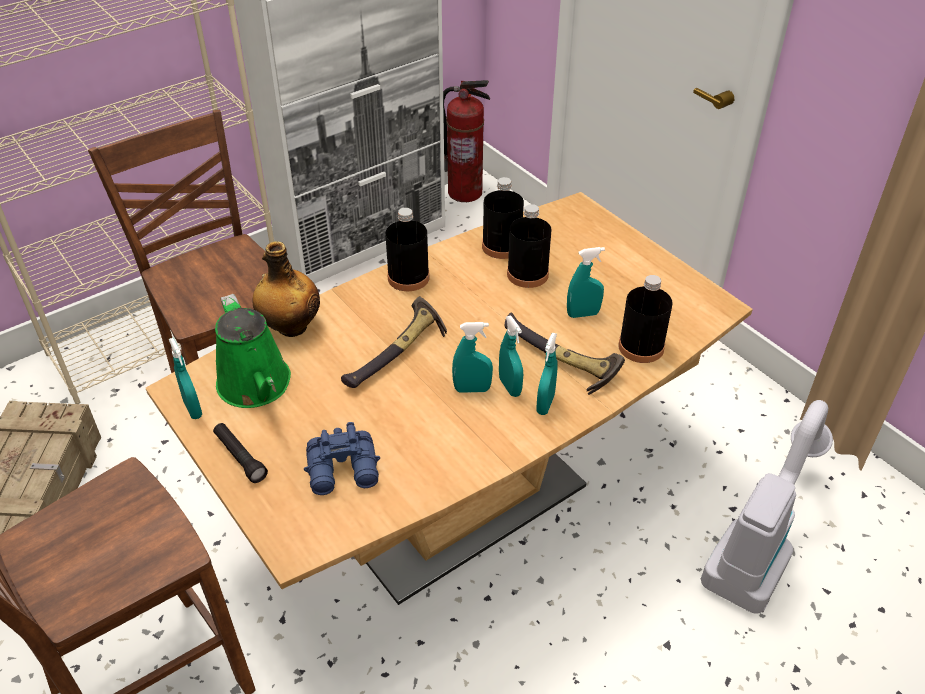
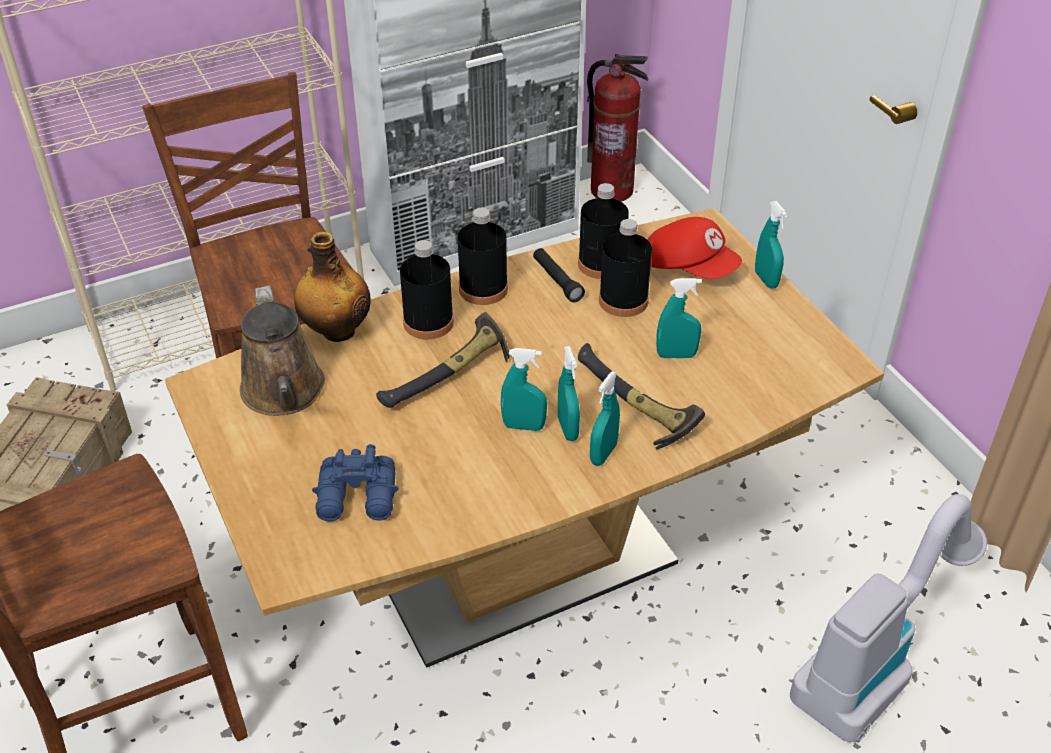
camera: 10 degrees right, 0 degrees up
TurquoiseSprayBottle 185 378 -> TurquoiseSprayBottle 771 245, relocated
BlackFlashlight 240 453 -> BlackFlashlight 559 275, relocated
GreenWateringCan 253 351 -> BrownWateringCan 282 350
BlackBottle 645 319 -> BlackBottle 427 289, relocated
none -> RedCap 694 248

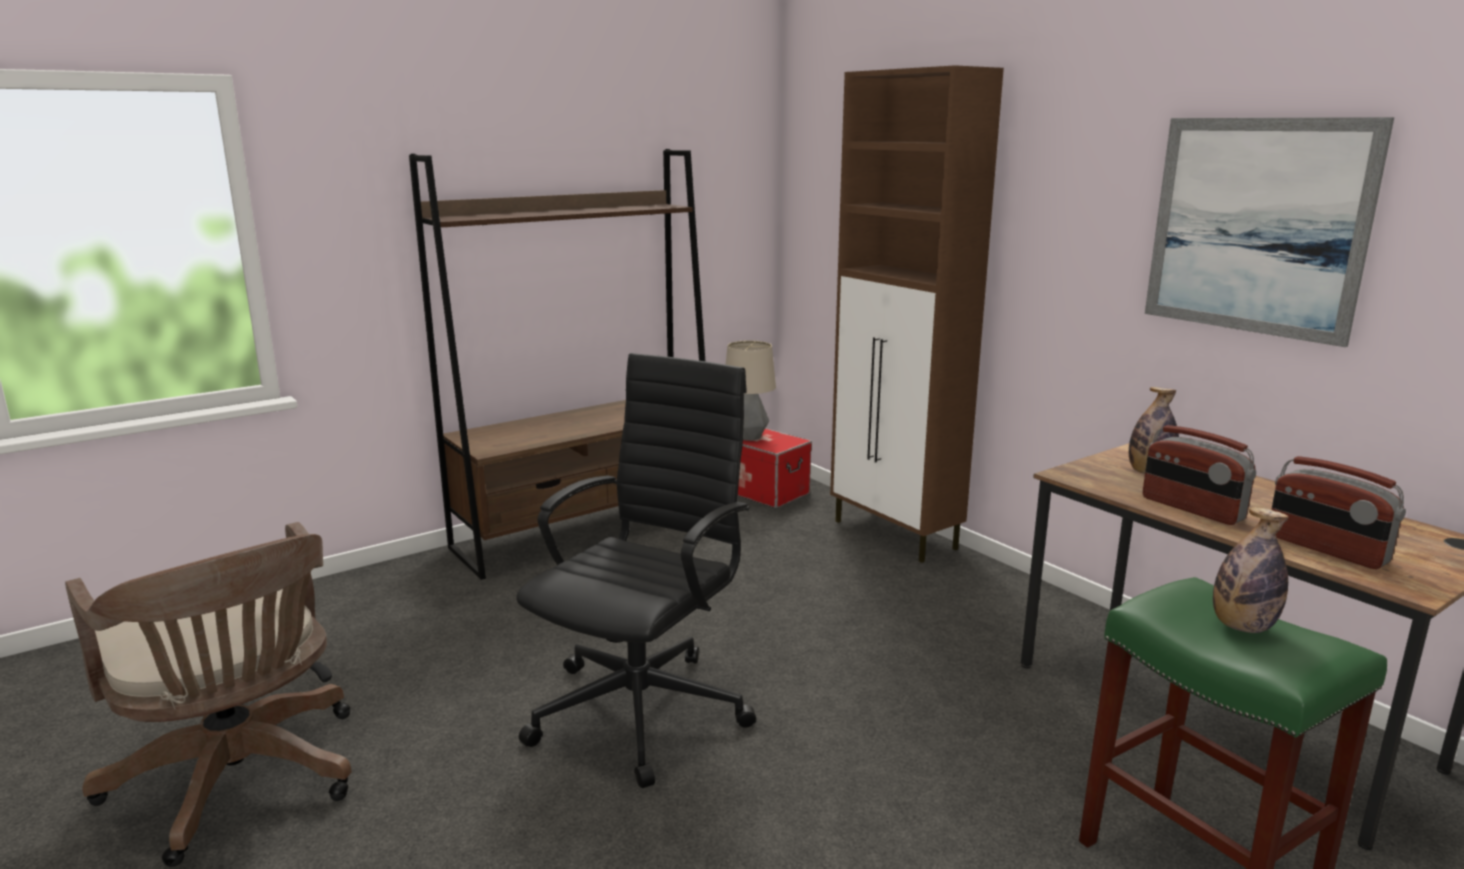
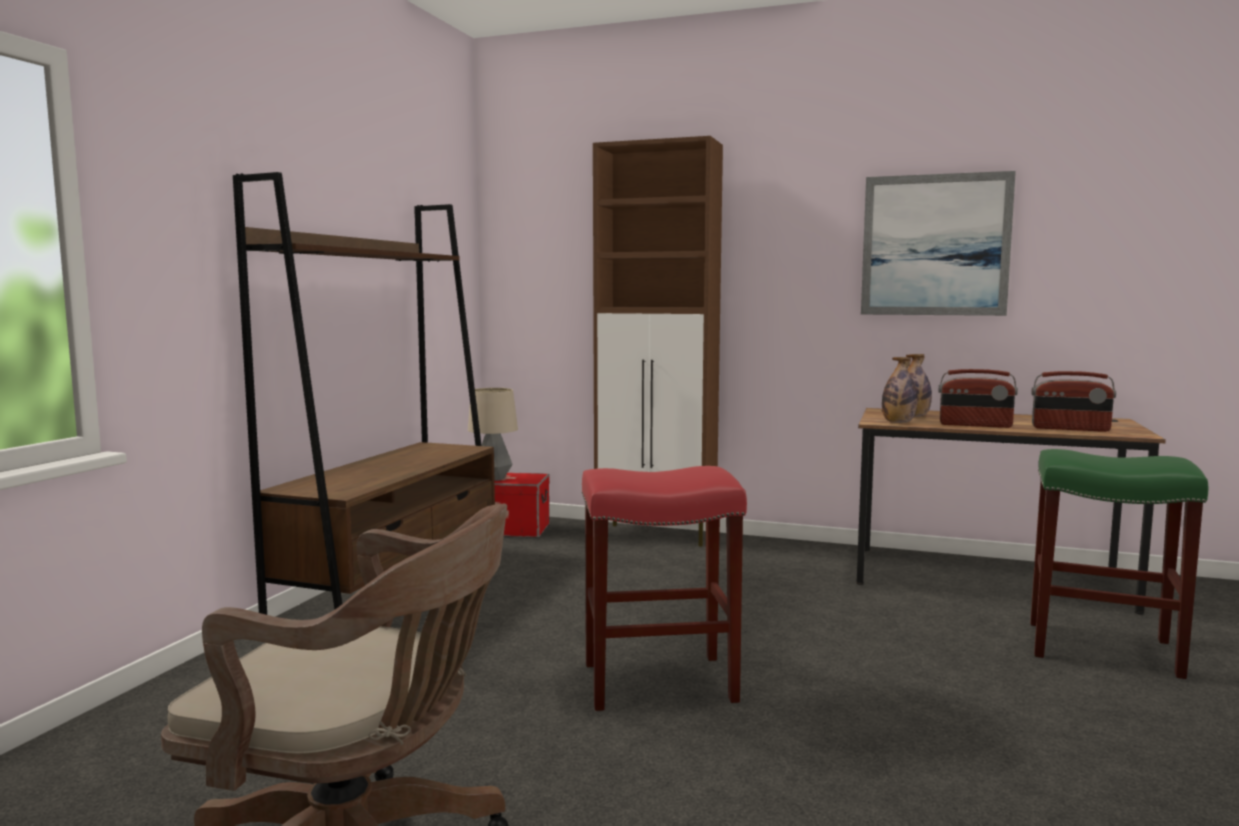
camera: 35 degrees left, 10 degrees down
BlackOfficeChair 636 570 -> RedStool 664 588
Bottle 1250 570 -> Bottle 900 390, relocated

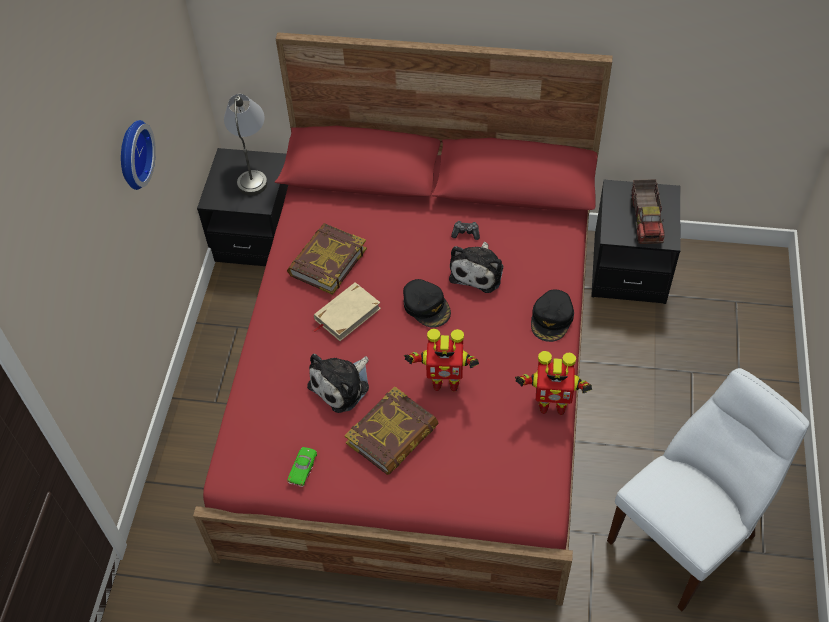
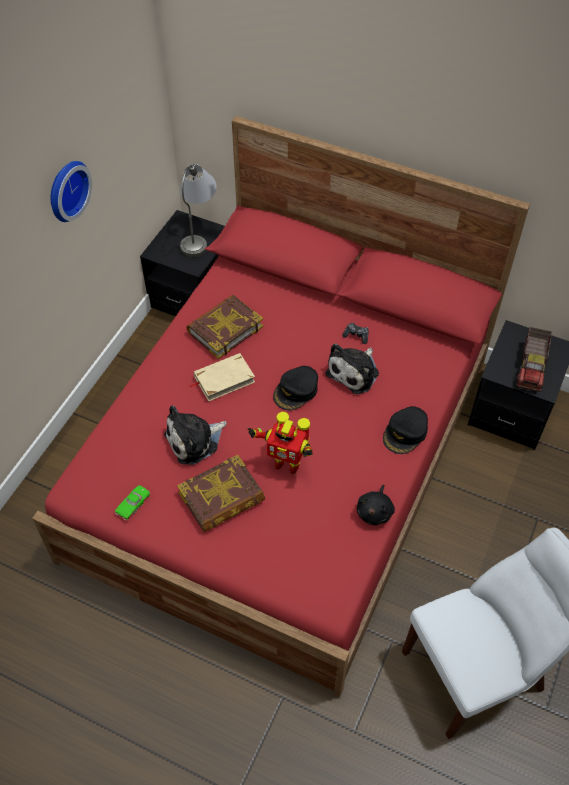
camera: 15 degrees right, 0 degrees up
BlackCap 427 303 -> BlackCap 295 388, 60 degrees clockwise
ToyRobot 553 383 -> BlackPlushToy 376 505

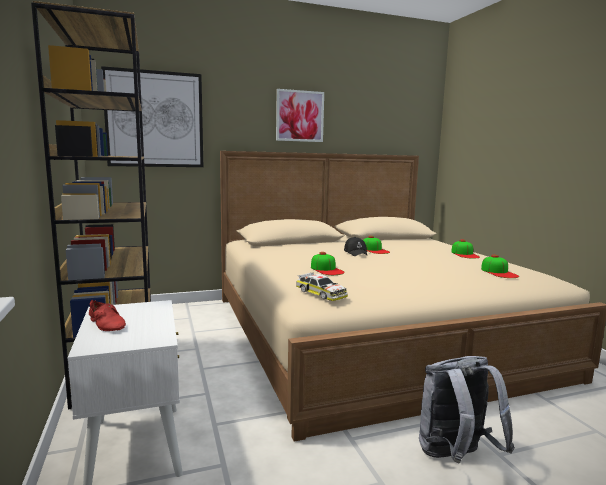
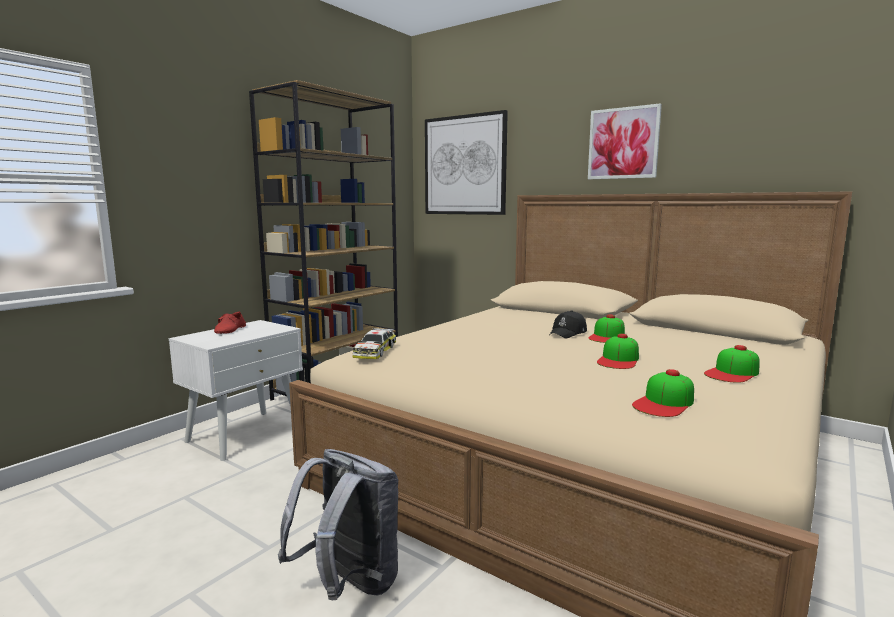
camera: 55 degrees right, 0 degrees up
Cap 328 263 -> Cap 618 351, relocated

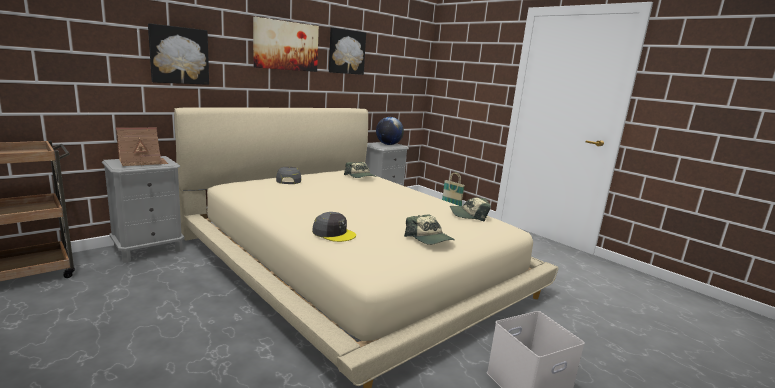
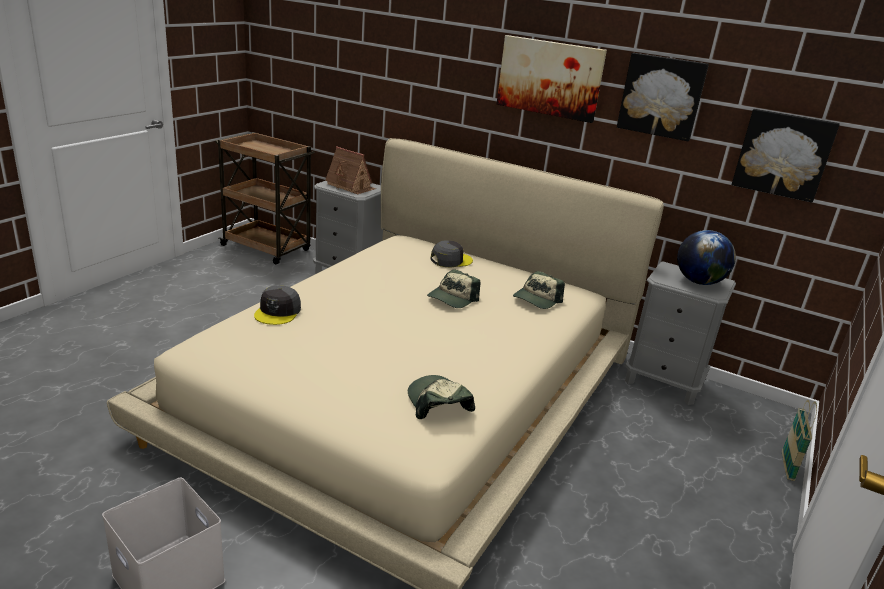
camera: 70 degrees right, 10 degrees up
Picture 178 54 -> Picture 786 155, relocated
Cap 429 229 -> Cap 453 288, relocated

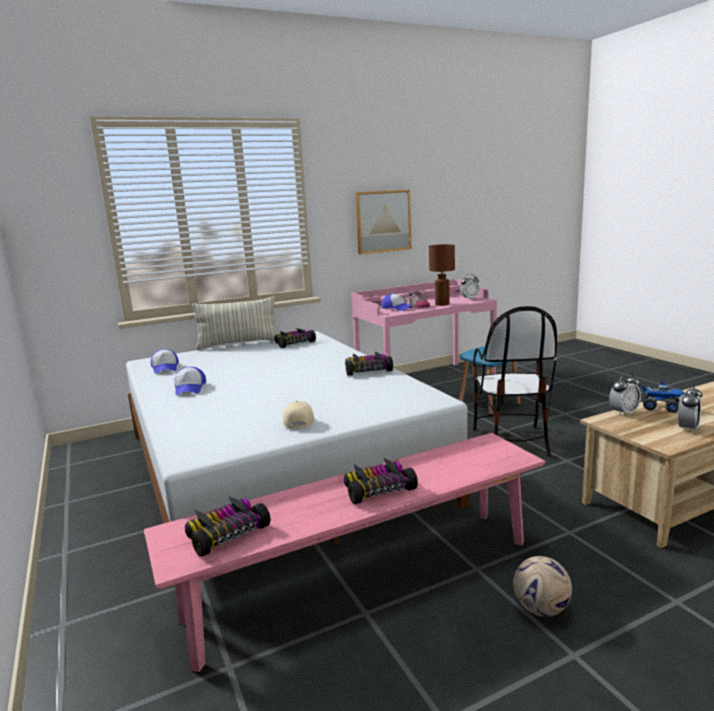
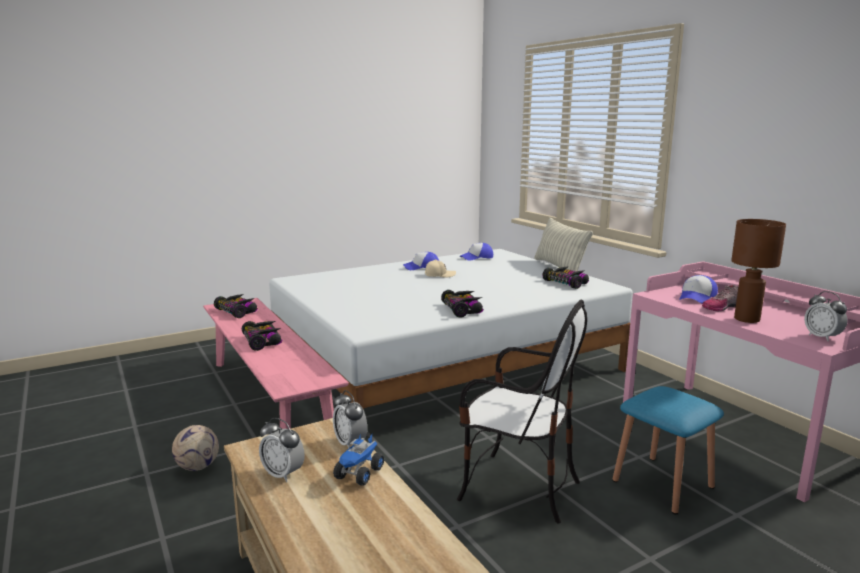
camera: 85 degrees right, 0 degrees up
BeigeCap 298 414 -> BeigeCap 440 268, relocated
Picture 383 222 -> none
Chair 514 381 -> Chair 522 411, 150 degrees counterclockwise

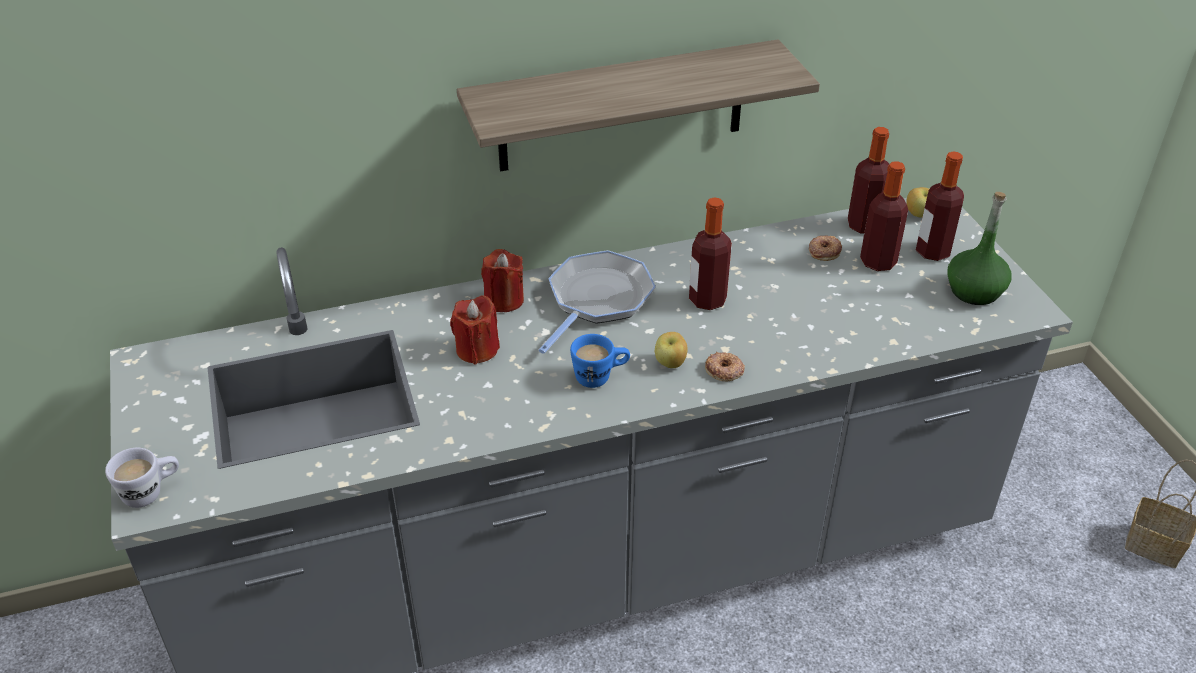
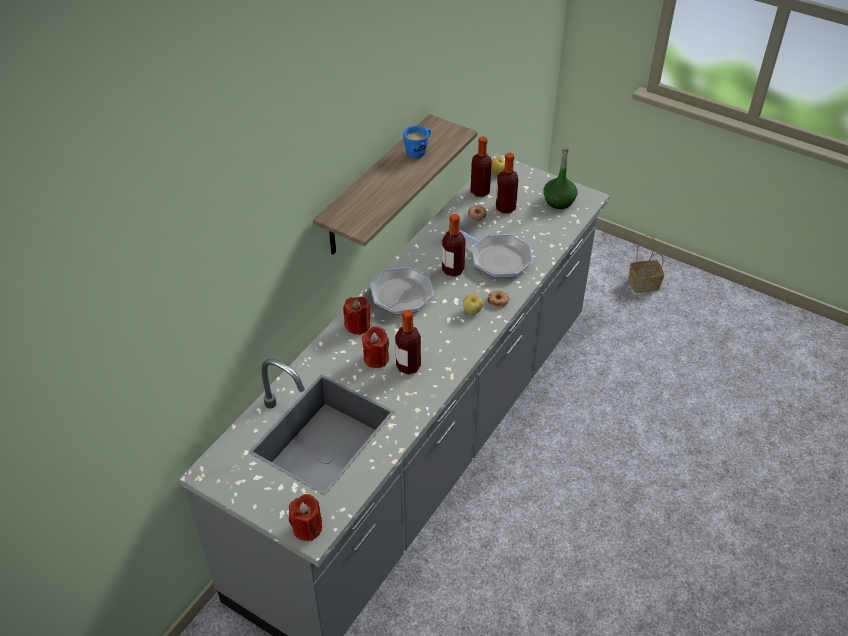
camera: 40 degrees left, 5 degrees up
WhiteMug 142 478 -> RedCandle 305 517
BlueMug 600 361 -> BlueMug 417 142, relocated
Bottle 940 206 -> Bottle 408 342, relocated
none -> FryingPan 496 253

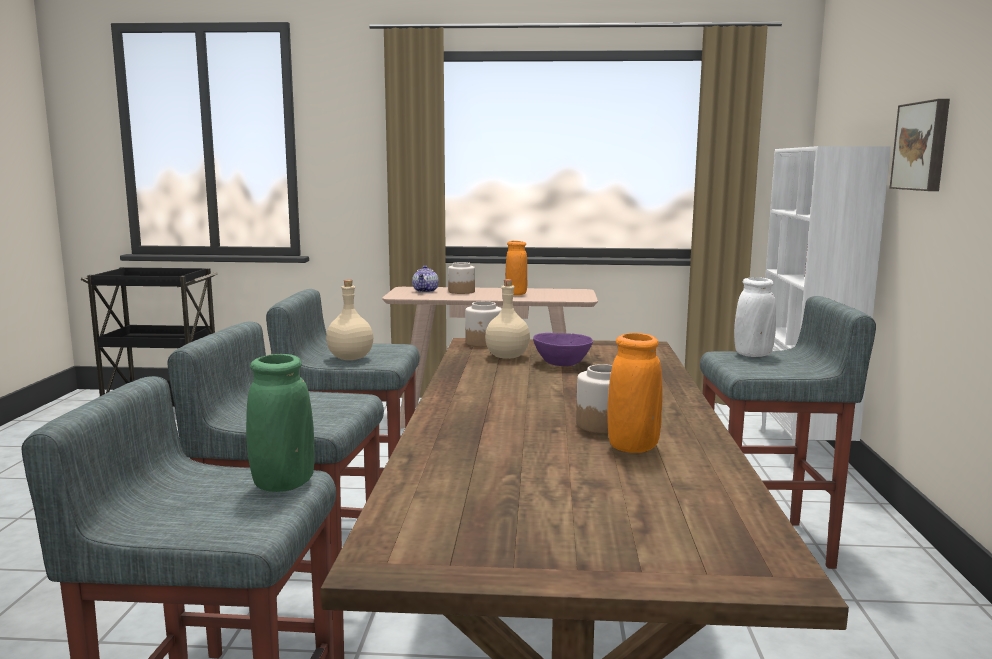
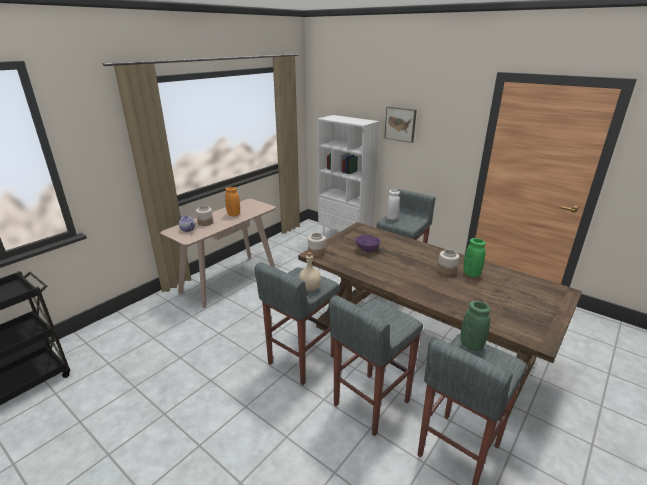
camera: 55 degrees left, 15 degrees up
BeigeBottle 507 319 -> none
OrangeVase 635 393 -> GreenVase 474 257

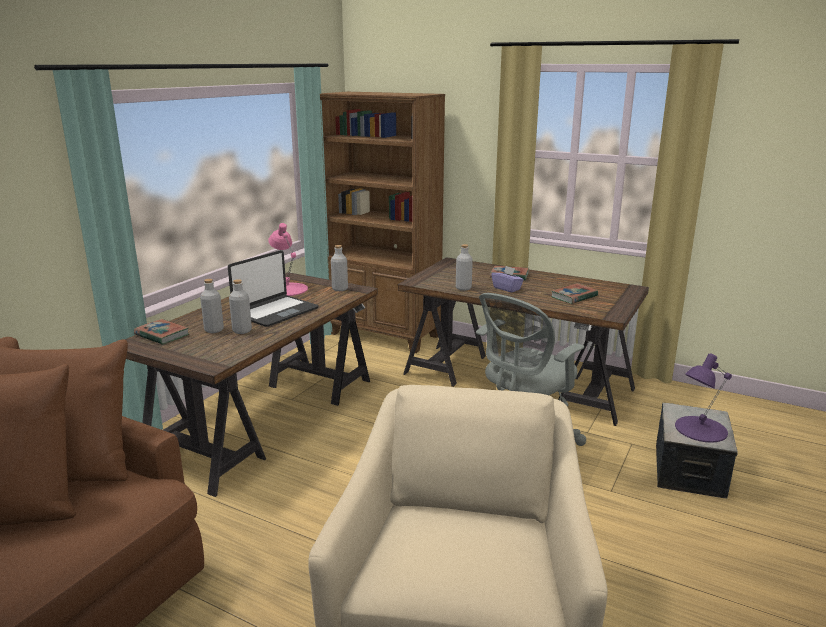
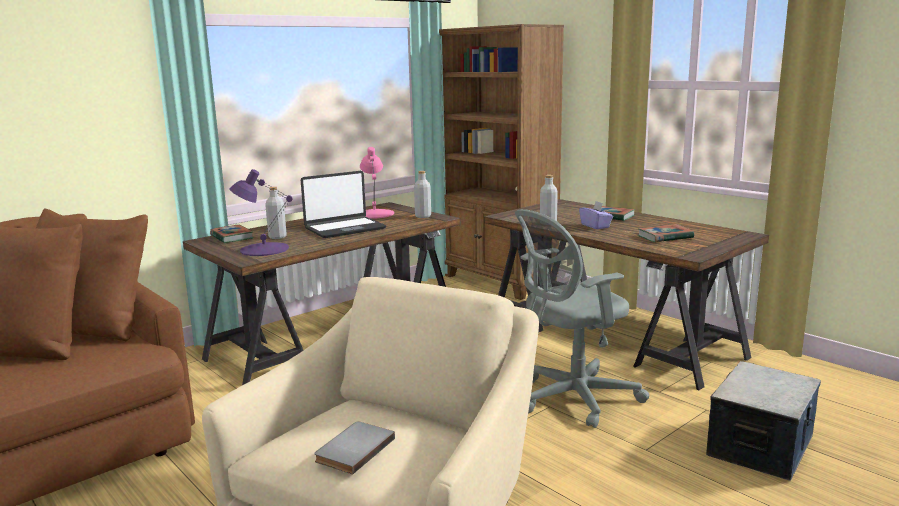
camera: 20 degrees right, 5 degrees down
GreyBottle 240 306 -> none
PurpleTableLamp 703 397 -> PurpleTableLamp 260 212, relocated
none -> GreyBook 354 448

